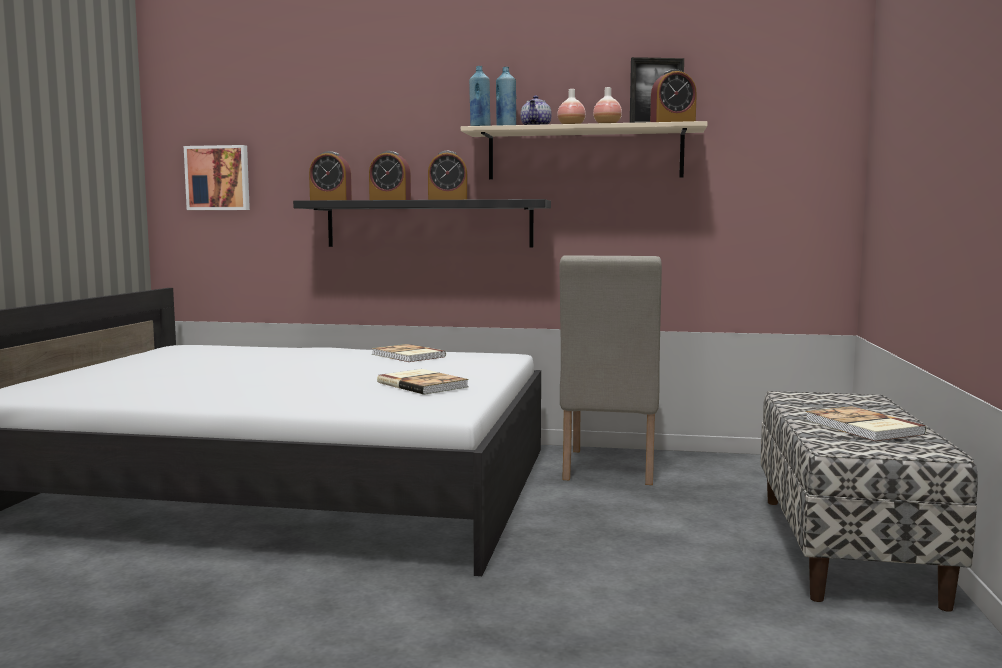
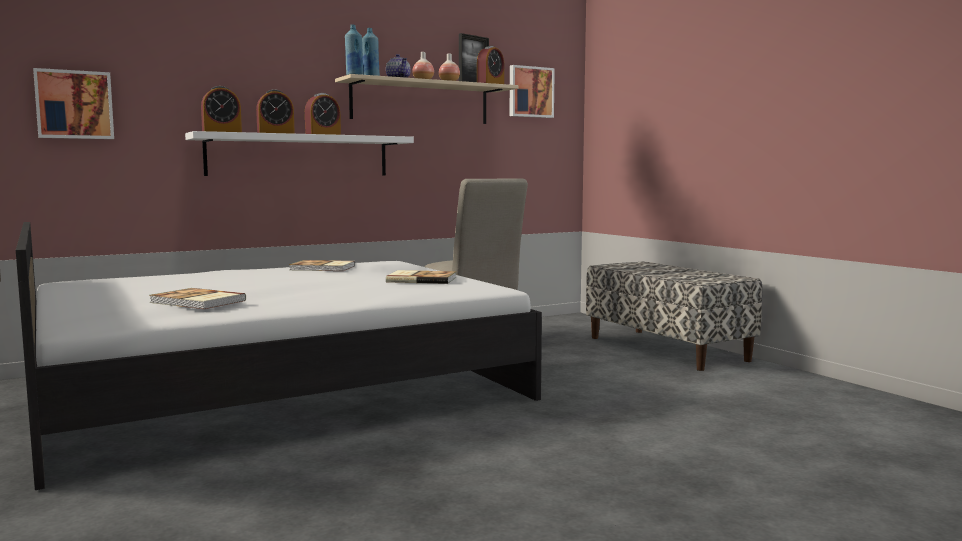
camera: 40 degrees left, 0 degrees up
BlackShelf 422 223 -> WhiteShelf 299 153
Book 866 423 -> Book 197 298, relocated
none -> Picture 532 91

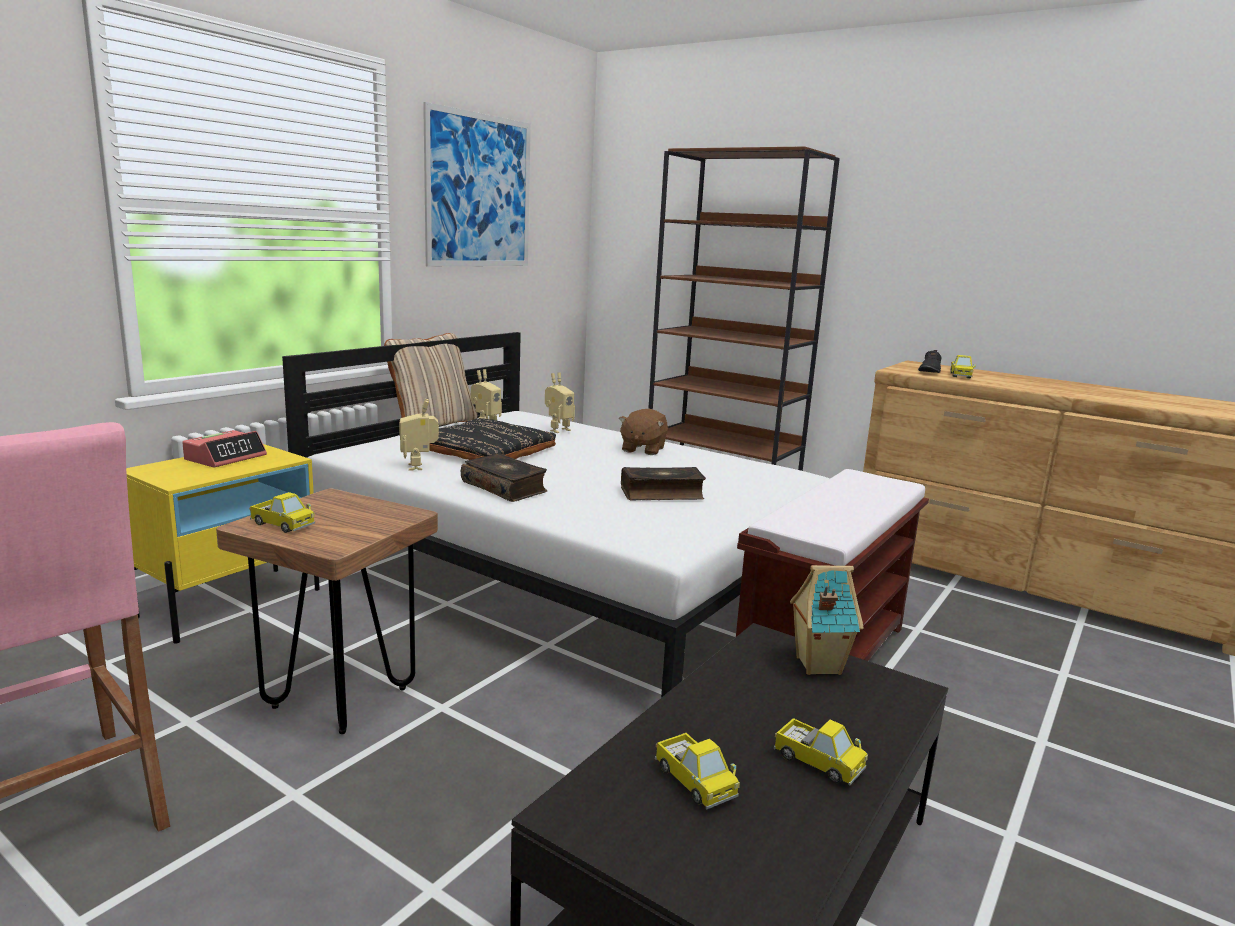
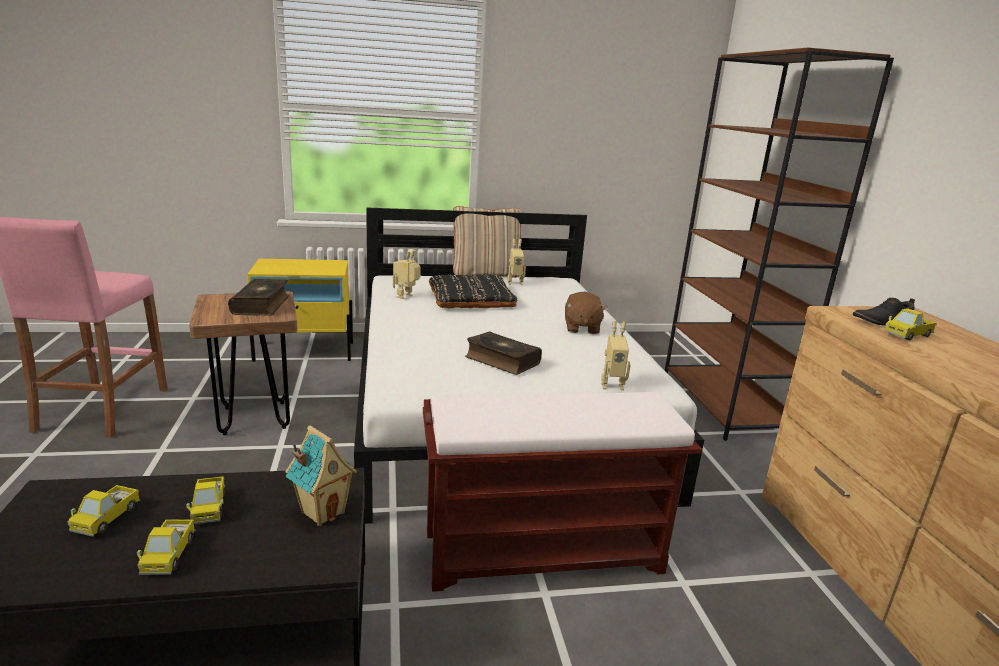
camera: 45 degrees right, 5 degrees up
AlarmClock 224 449 -> none
ToyTruck 282 512 -> ToyTruck 205 500, relocated
Picture 477 184 -> none
Book 504 477 -> Book 258 297, relocated
ToyRobot 560 402 -> ToyRobot 616 356, relocated
BrownPlushToy 643 432 -> BrownPlushToy 586 313, 60 degrees counterclockwise

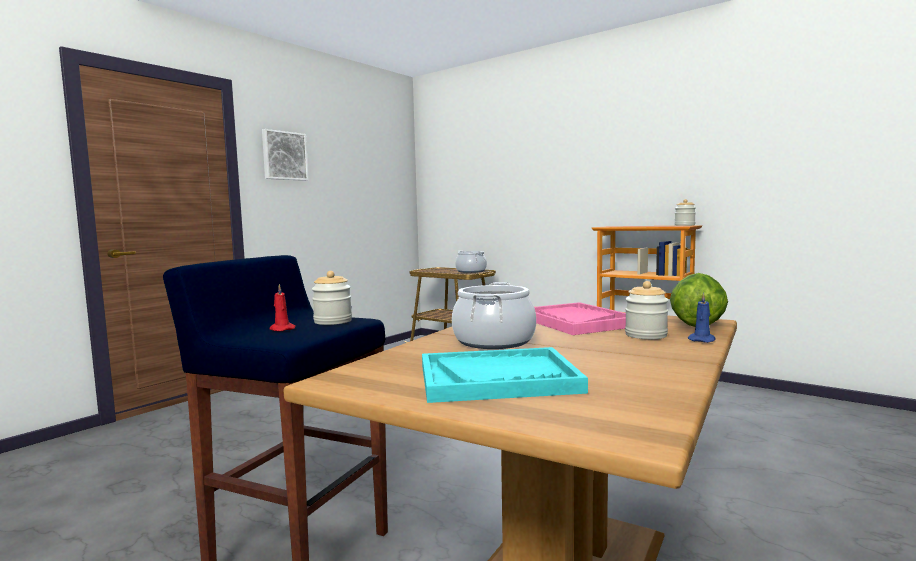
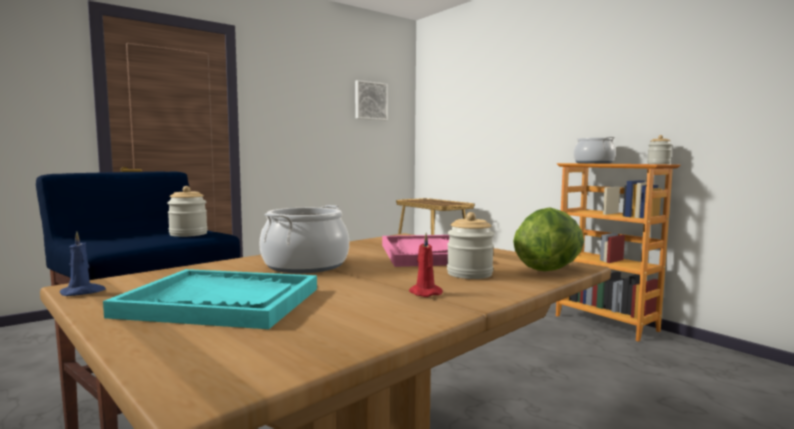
camera: 15 degrees right, 0 degrees up
Picture 285 155 -> Picture 371 100, relocated
RedCandle 282 307 -> RedCandle 426 265, relocated
CookingPot 471 262 -> CookingPot 594 150, relocated
BlueCandle 701 317 -> BlueCandle 83 264, relocated

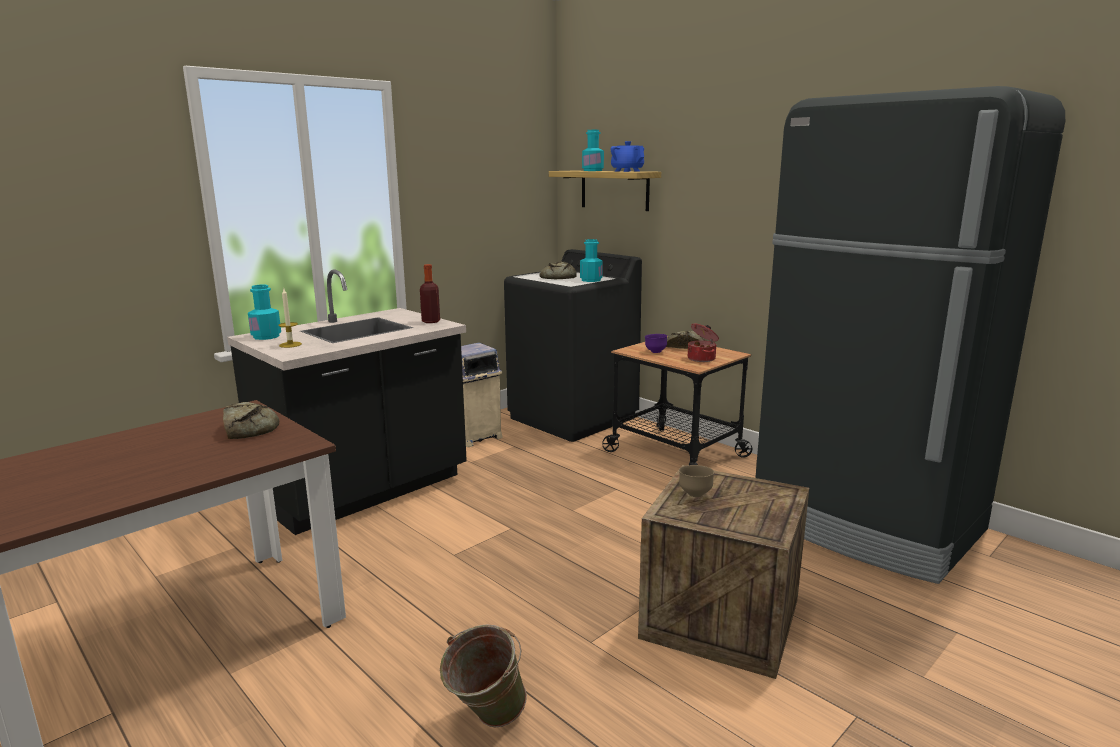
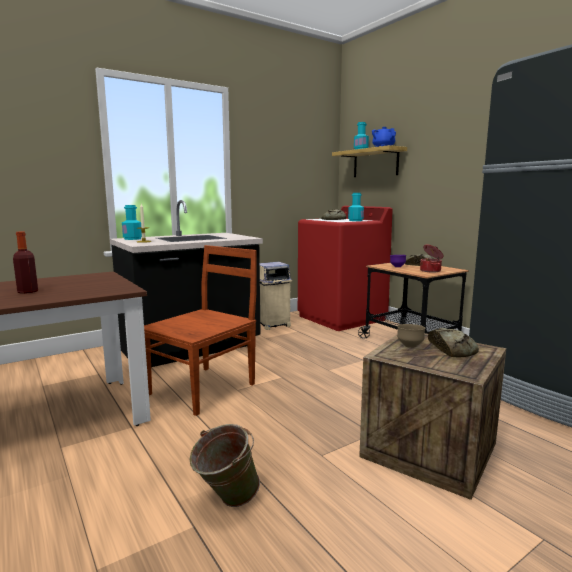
camera: 10 degrees right, 5 degrees down
Bread 251 420 -> Bread 453 343, relocated
Bottle 430 293 -> Bottle 25 262, relocated
BlackWashingMachine 573 345 -> RedWashingMachine 345 268
none -> BrownChair 200 330

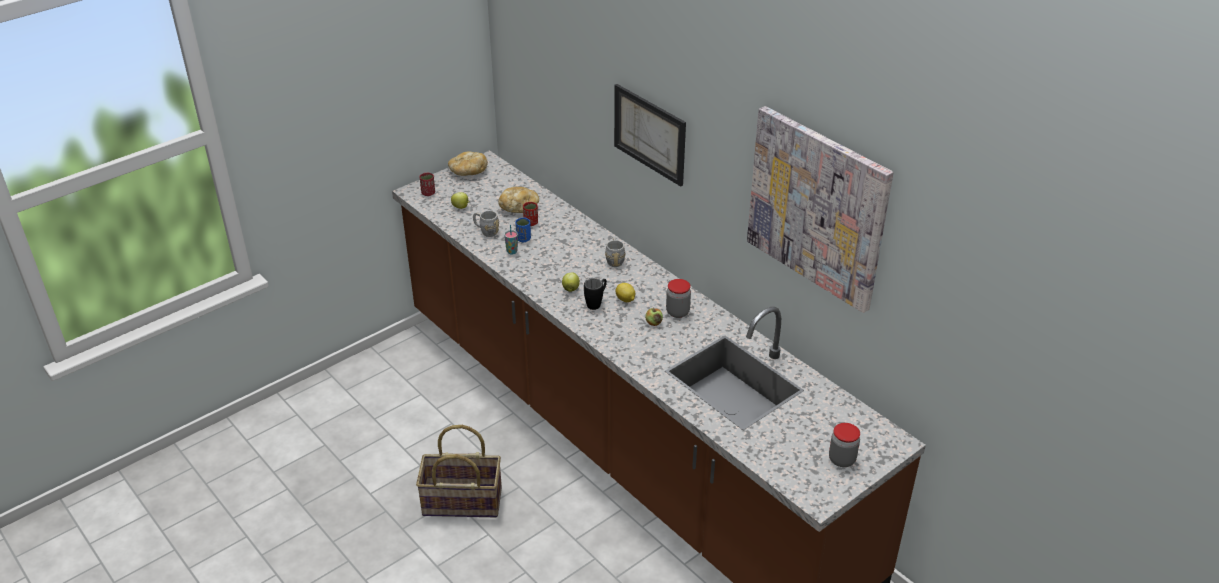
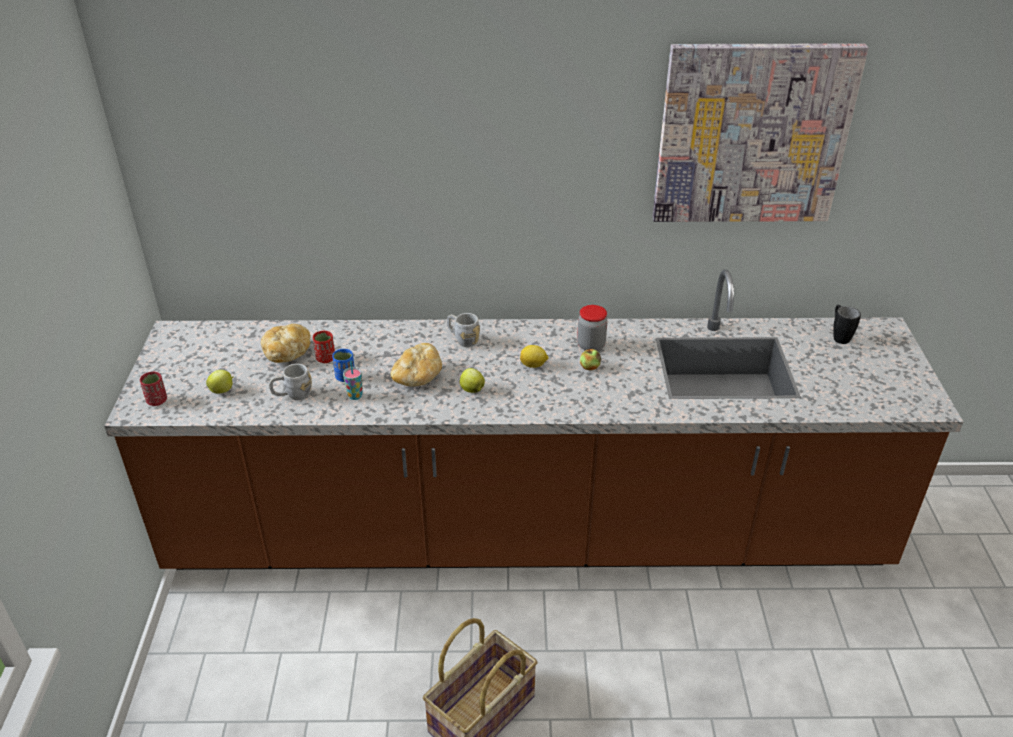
camera: 50 degrees left, 0 degrees up
Bread 468 163 -> Bread 416 365, relocated
BlackMug 595 294 -> BlackMug 847 324, relocated
Picture 650 135 -> none
Jar 844 445 -> none

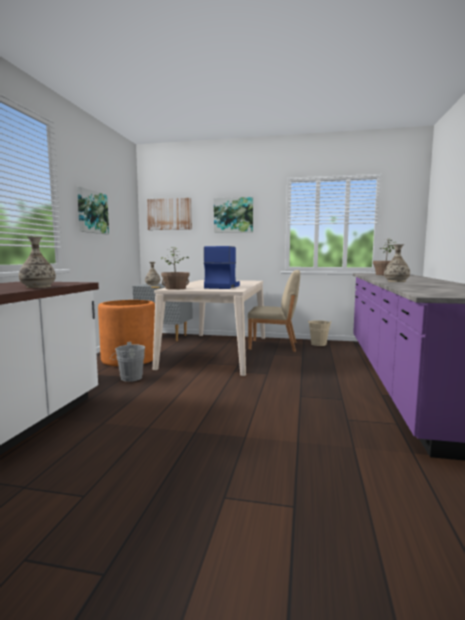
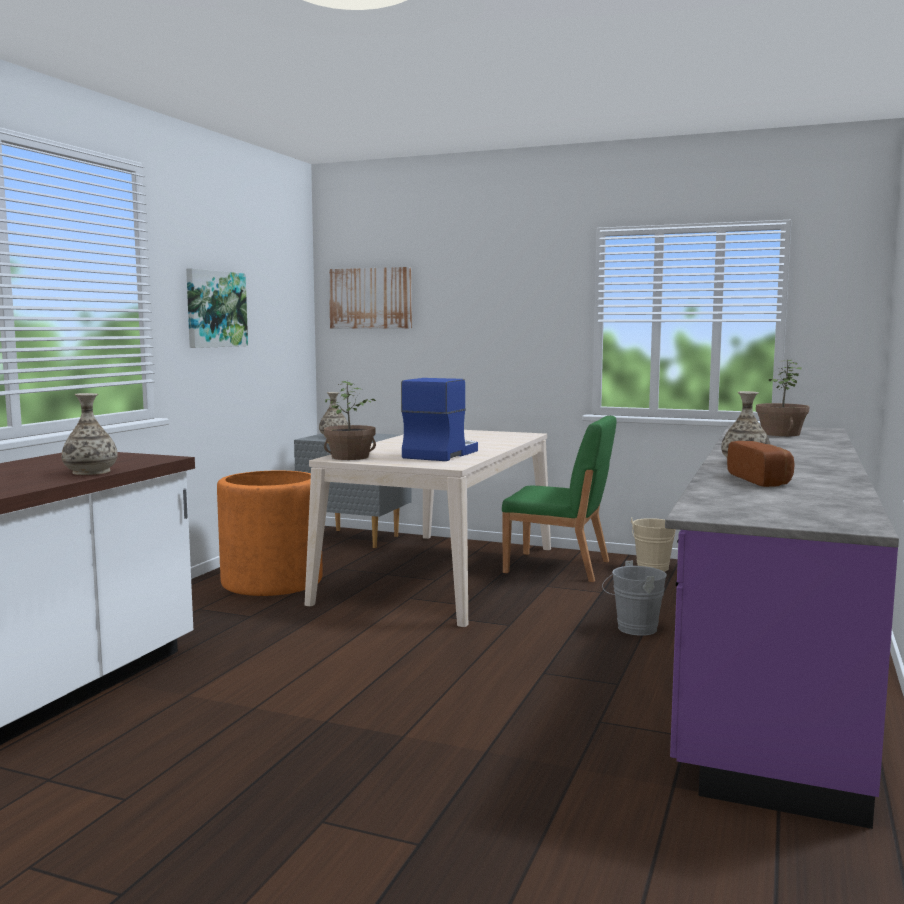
camera: 10 degrees right, 0 degrees up
GreyBucket 127 362 -> GreyBucket 634 598, relocated
Picture 233 215 -> none
BeigeChair 274 311 -> GreenChair 559 499
none -> Bread 761 464

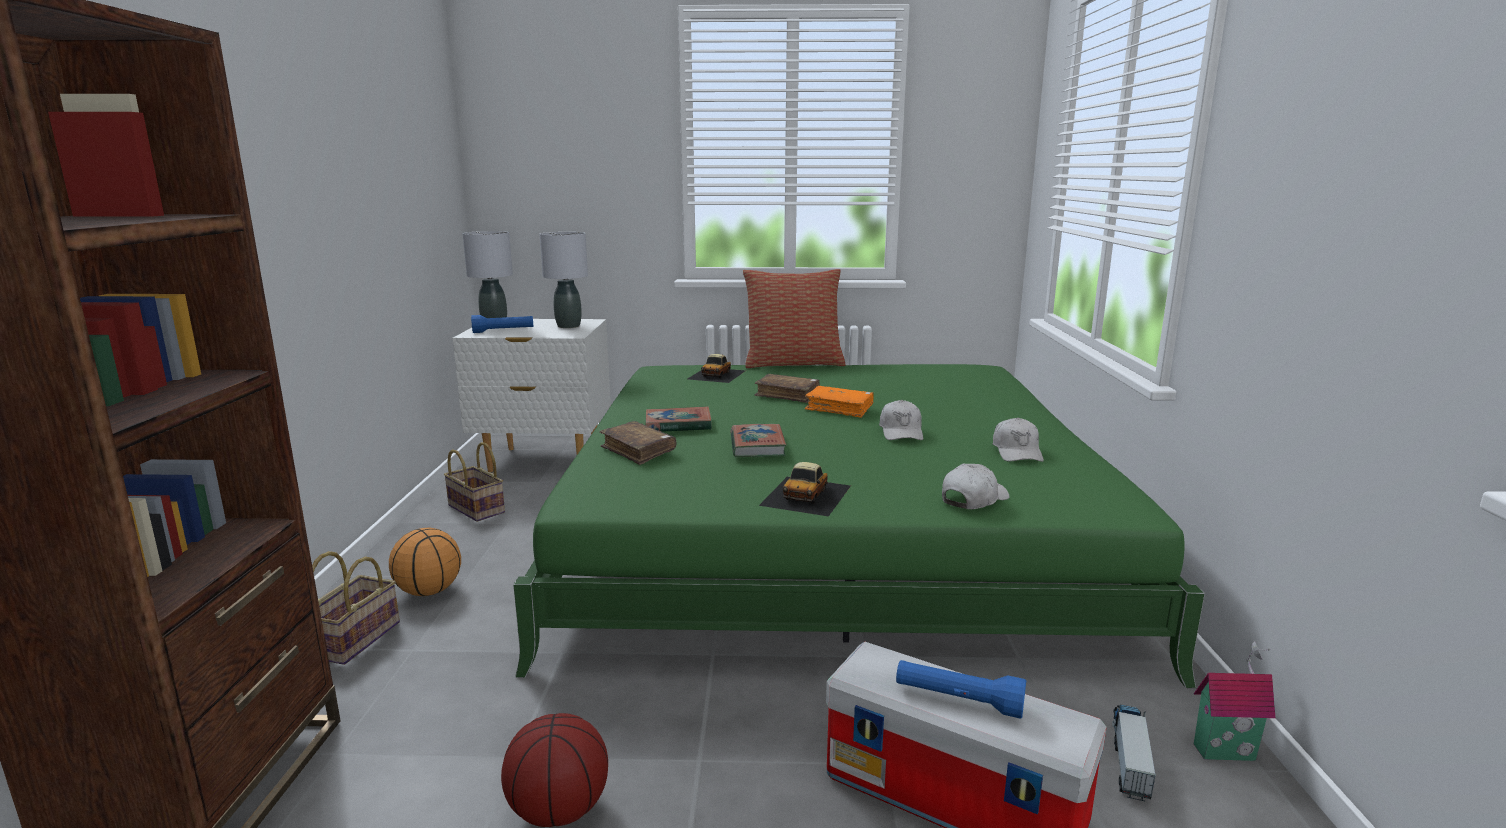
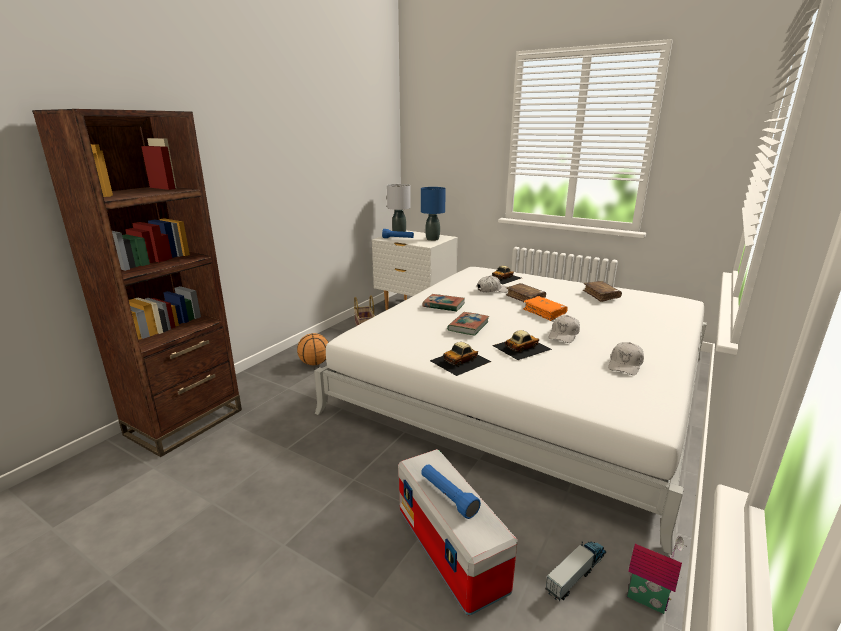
camera: 30 degrees right, 5 degrees up
Basket 356 608 -> none
Basketball 554 770 -> none
GreenBed 859 526 -> WhiteBed 510 411
GreyTableLamp 563 280 -> BlueTableLamp 433 214
BrownBook 638 443 -> BrownBook 602 291, relocated
Pillow 794 318 -> none
WhiteCap 975 486 -> WhiteCap 492 284, relocated
none -> ToyCar 522 345

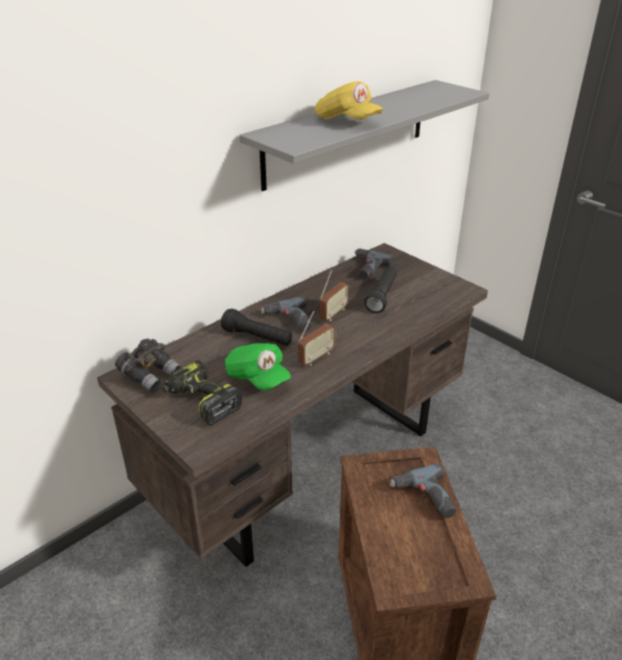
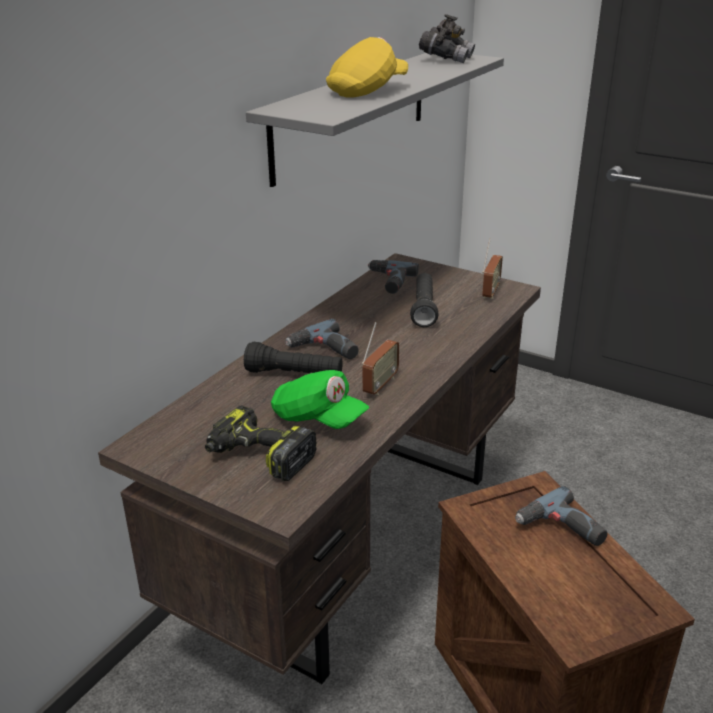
camera: 15 degrees left, 5 degrees down
GreyBinoculars 148 365 -> GreyBinoculars 447 38, relocated
YellowCap 349 100 -> YellowCap 367 67, 75 degrees counterclockwise
Radio 334 295 -> Radio 492 268, relocated

